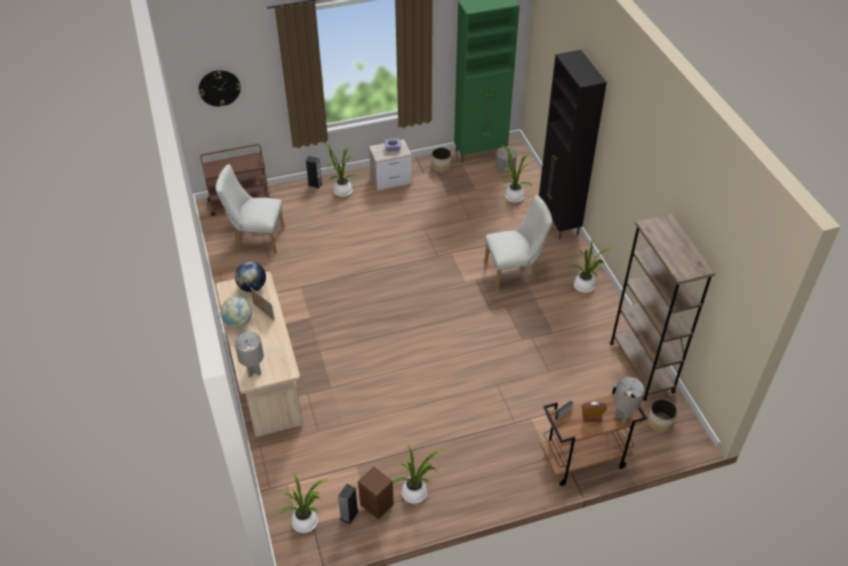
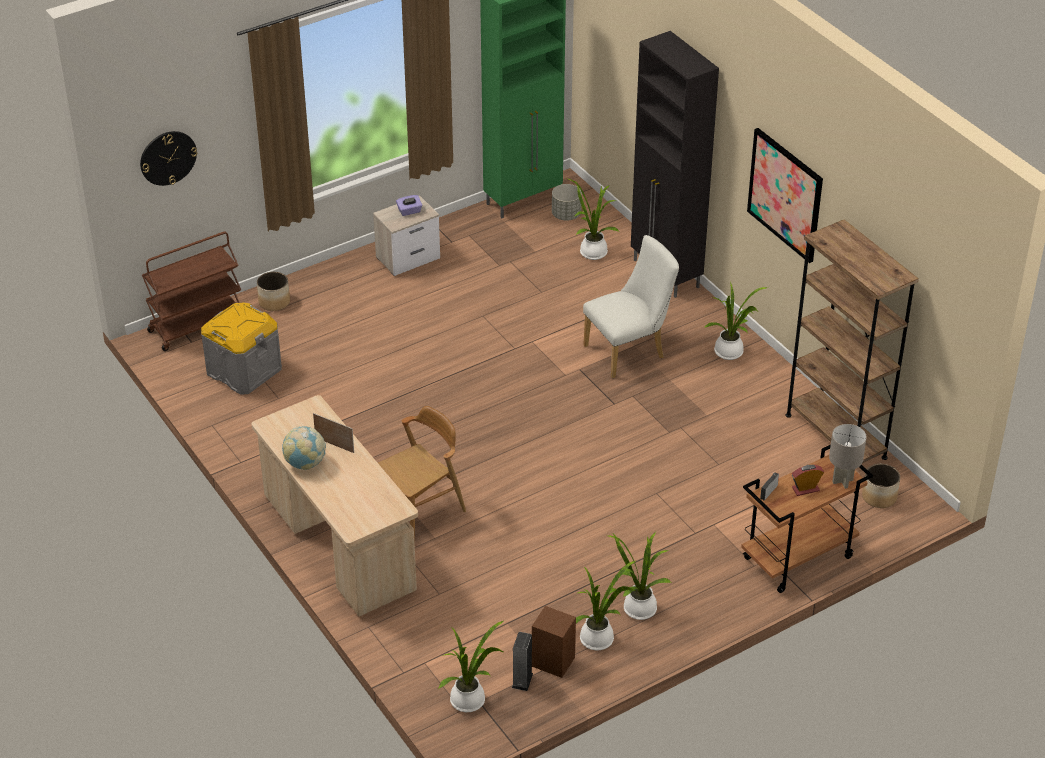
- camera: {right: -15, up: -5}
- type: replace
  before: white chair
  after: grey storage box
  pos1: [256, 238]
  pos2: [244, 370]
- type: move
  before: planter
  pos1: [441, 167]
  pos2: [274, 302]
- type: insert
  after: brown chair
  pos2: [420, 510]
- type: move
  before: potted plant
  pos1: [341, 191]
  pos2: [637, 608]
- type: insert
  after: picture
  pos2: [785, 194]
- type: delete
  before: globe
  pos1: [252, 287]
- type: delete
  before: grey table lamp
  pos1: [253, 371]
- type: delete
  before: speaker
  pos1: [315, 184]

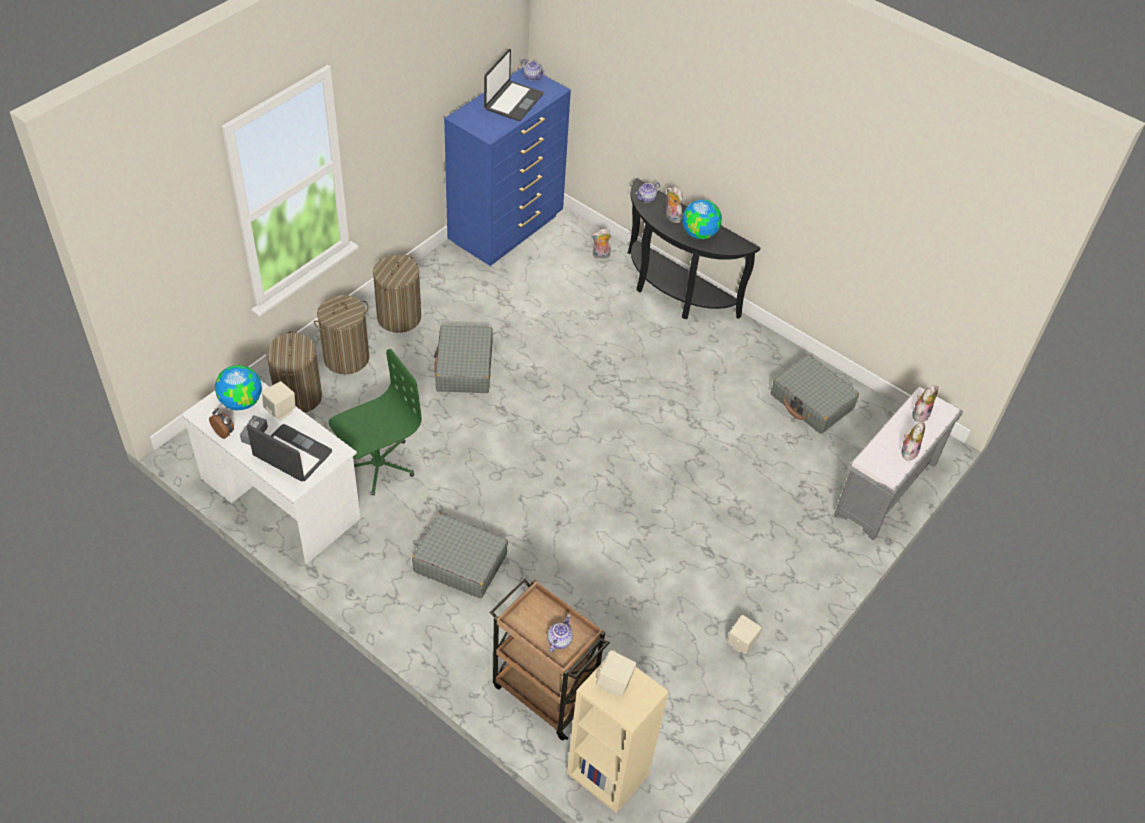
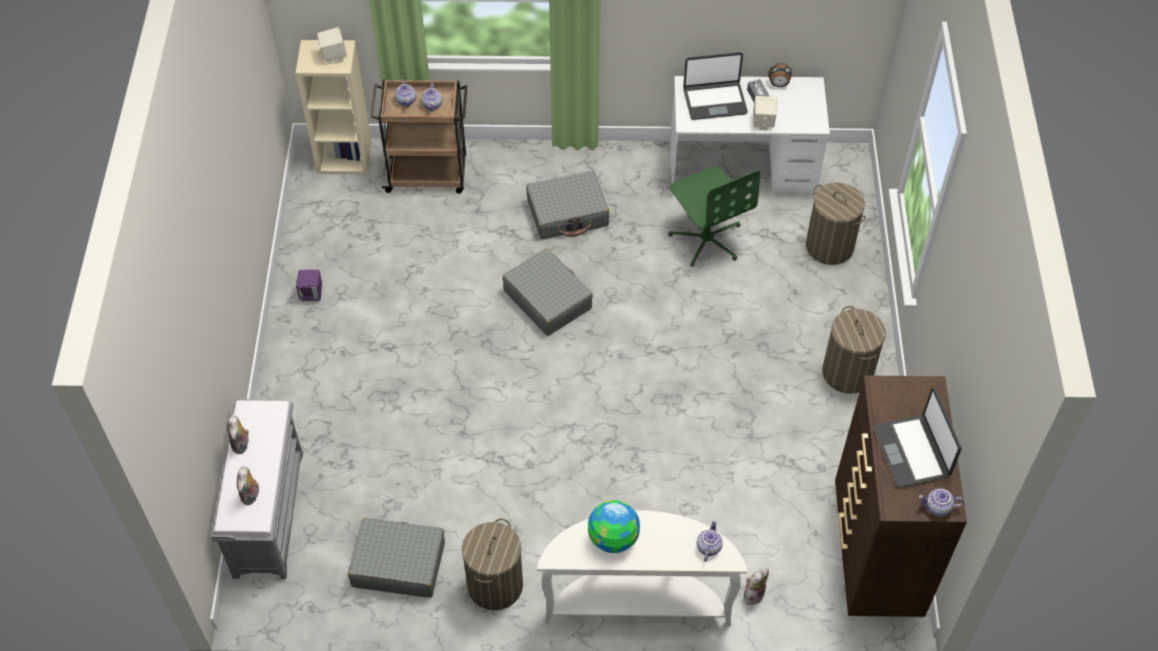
- camera: {right: 145, up: 5}
- type: recolor
  before: beige speaker
  after: purple speaker
  pos1: [741, 643]
  pos2: [311, 294]
- type: insert
  after: teapot
  pos2: [433, 105]
- type: move
  before: laundry basket
  pos1: [346, 358]
  pos2: [495, 585]
- type: move
  before: grey suitcase
  pos1: [464, 367]
  pos2: [547, 299]
- type: recolor
  before: black console table
  after: white console table
  pos1: [673, 293]
  pos2: [637, 601]
- type: rotate
  before: green office chair
  pos1: [377, 464]
  pos2: [707, 239]
  turn: -45
- type: recolor
  before: blue dresser
  after: brown dresser
  pos1: [507, 230]
  pos2: [875, 552]
- type: delete
  before: globe
  pos1: [241, 402]
- type: delete
  before: plush toy
  pos1: [671, 217]

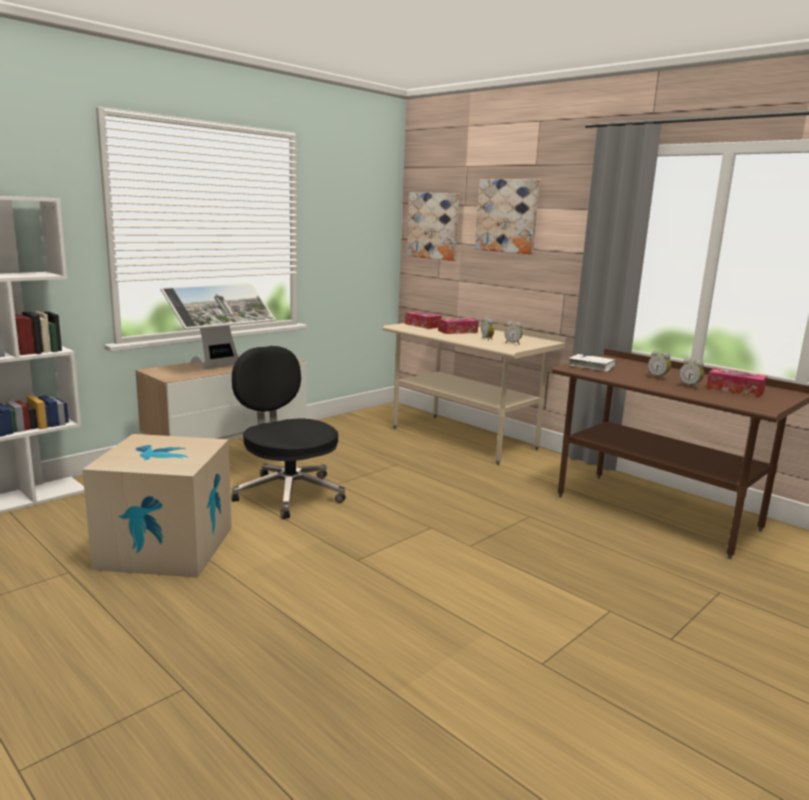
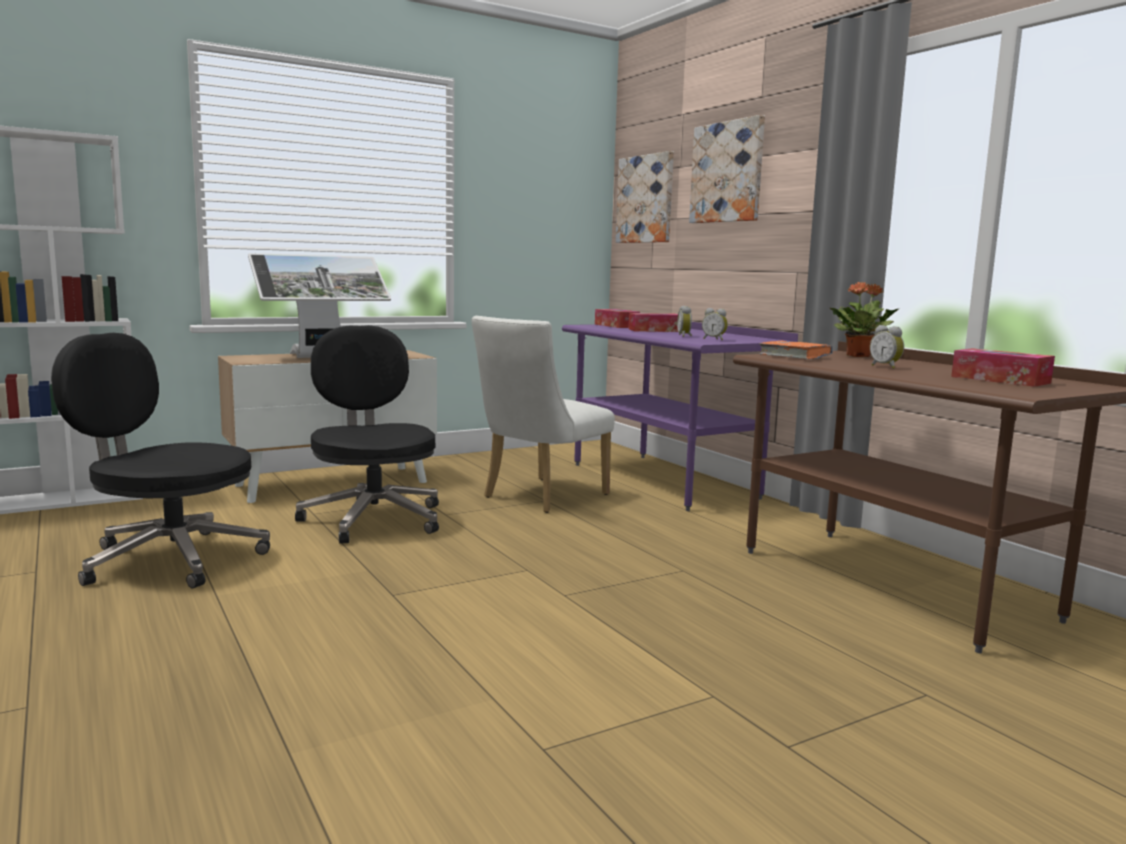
- camera: {right: 15, up: -5}
- type: replace
  before: cardboard box
  after: black office chair
  pos1: [166, 548]
  pos2: [170, 559]
- type: insert
  after: white chair
  pos2: [539, 497]
- type: recolor
  before: beige desk
  after: purple desk
  pos1: [463, 438]
  pos2: [663, 481]
- type: recolor
  before: white book
  after: orange book
  pos1: [591, 367]
  pos2: [794, 356]
- type: insert
  after: potted plant
  pos2: [858, 356]
- type: delete
  before: alarm clock
  pos1: [690, 386]

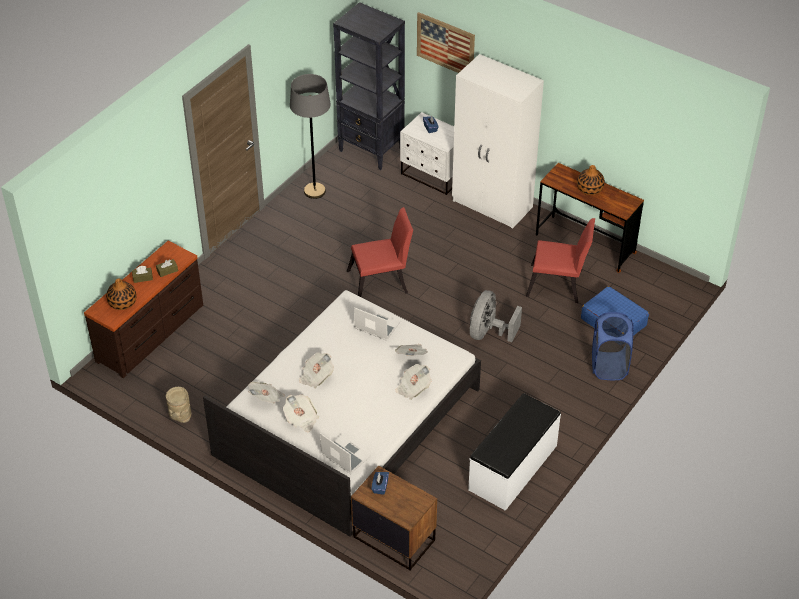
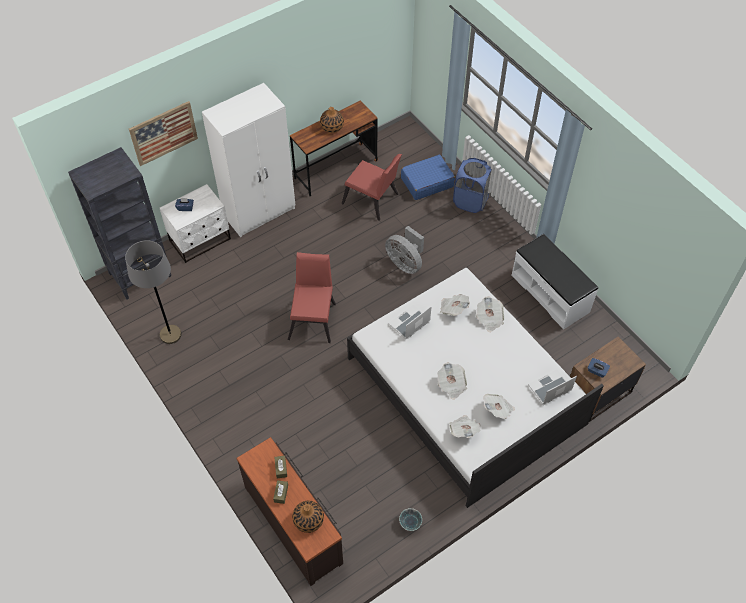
- camera: {right: -70, up: 10}
- type: rotate
  before: red chair
  pos1: [558, 285]
  pos2: [373, 201]
  turn: 90
- type: replace
  before: beige vase
  after: bowl
  pos1: [180, 415]
  pos2: [410, 523]

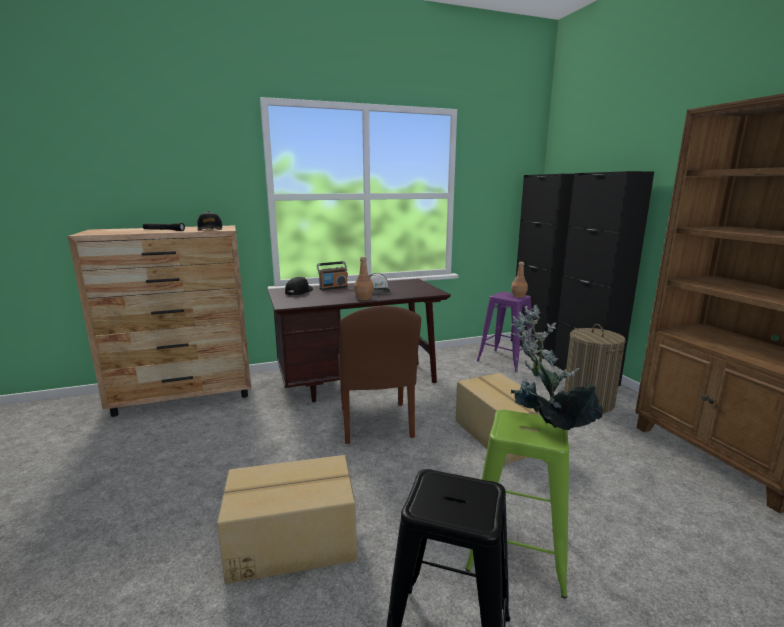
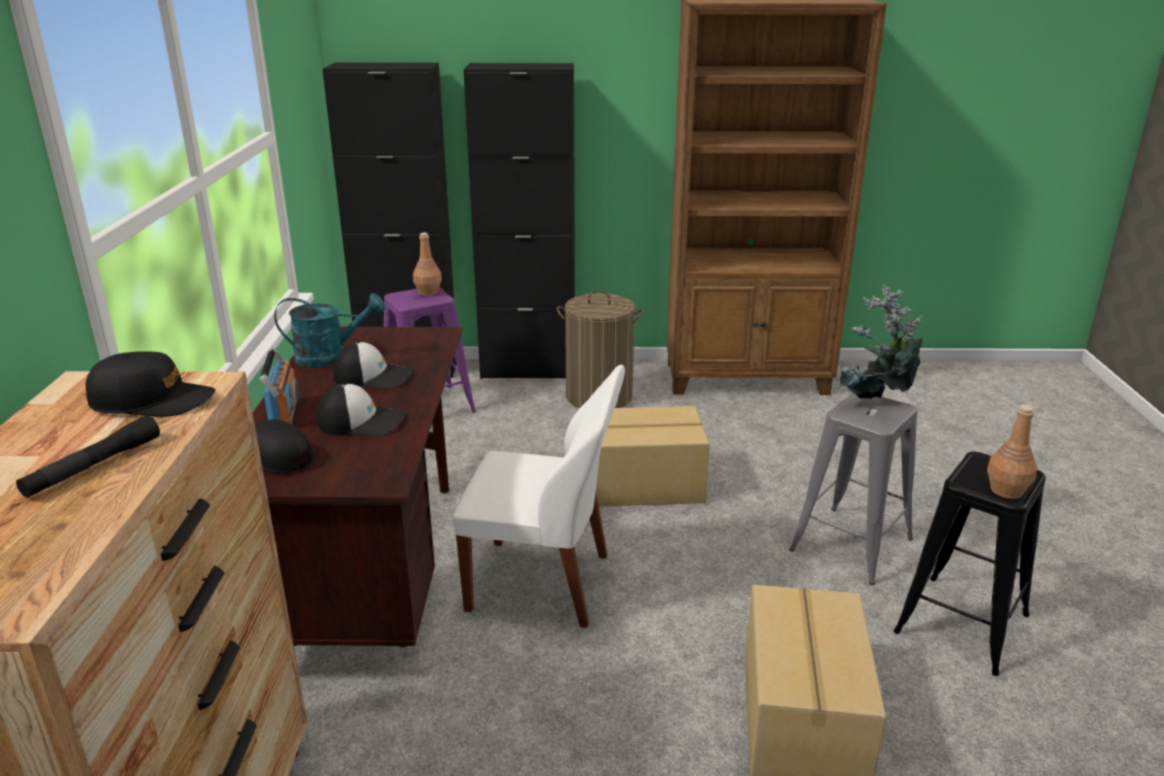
- camera: {right: -70, up: 10}
- type: insert
  after: turquoise watering can
  pos2: [330, 357]
- type: insert
  after: cap
  pos2: [361, 421]
- type: recolor
  before: brown chair
  after: white chair
  pos1: [376, 424]
  pos2: [543, 583]
- type: recolor
  before: green stool
  after: grey stool
  pos1: [518, 552]
  pos2: [852, 544]
- type: move
  before: brown bottle
  pos1: [363, 298]
  pos2: [1006, 491]

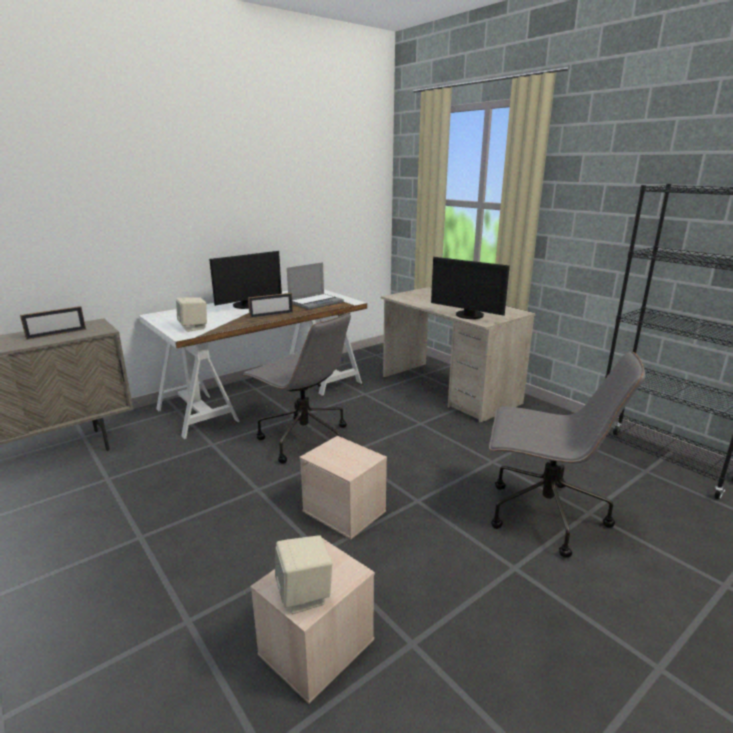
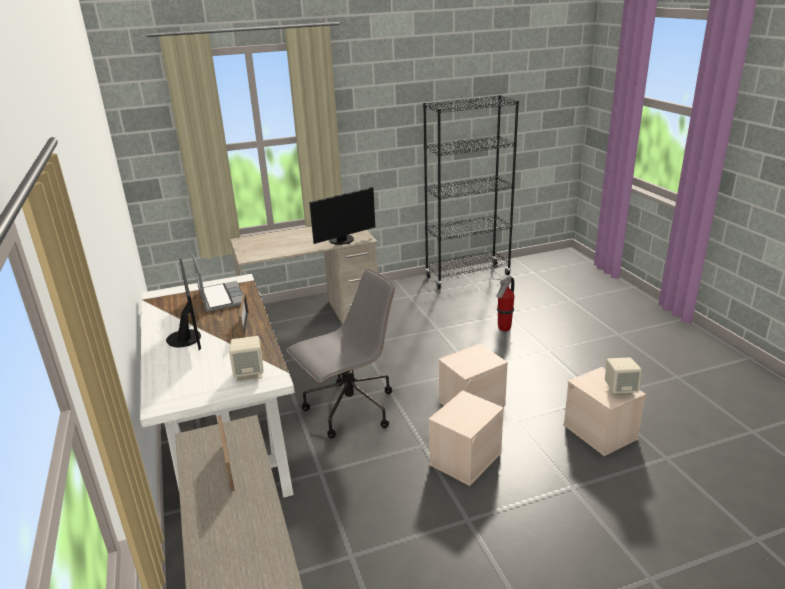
- camera: {right: -70, up: 5}
- type: insert
  after: beige storage box
  pos2: [465, 458]
- type: replace
  before: grey office chair
  after: fire extinguisher
  pos1: [542, 515]
  pos2: [504, 328]

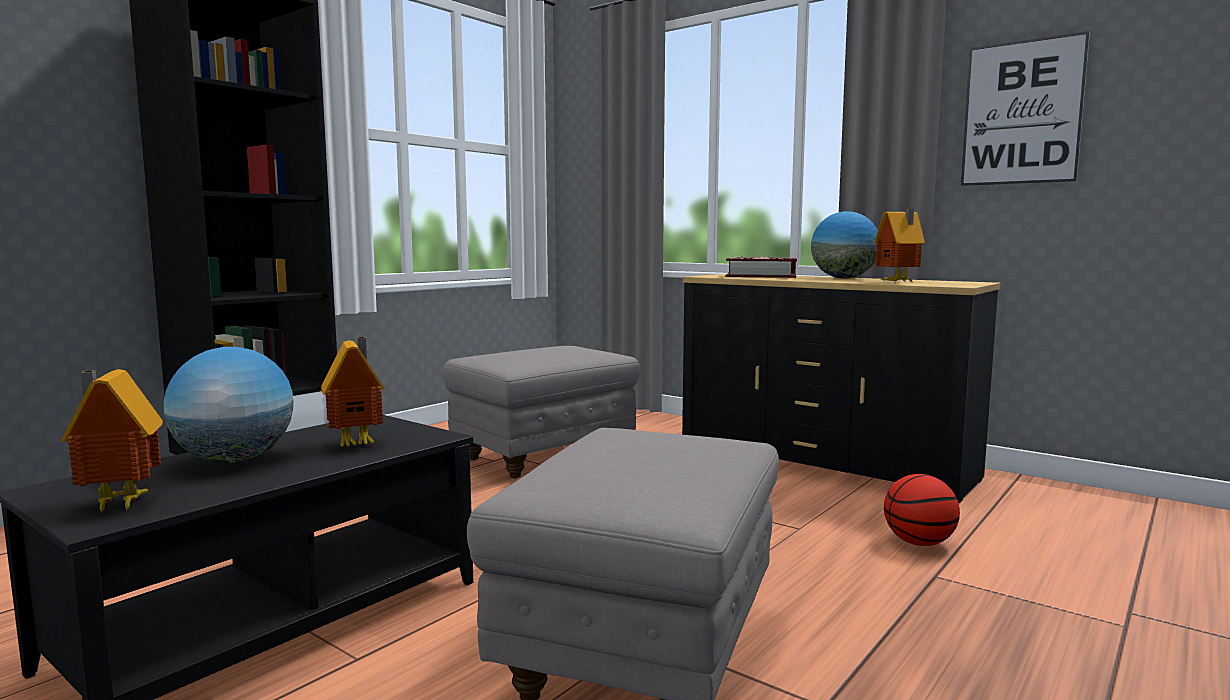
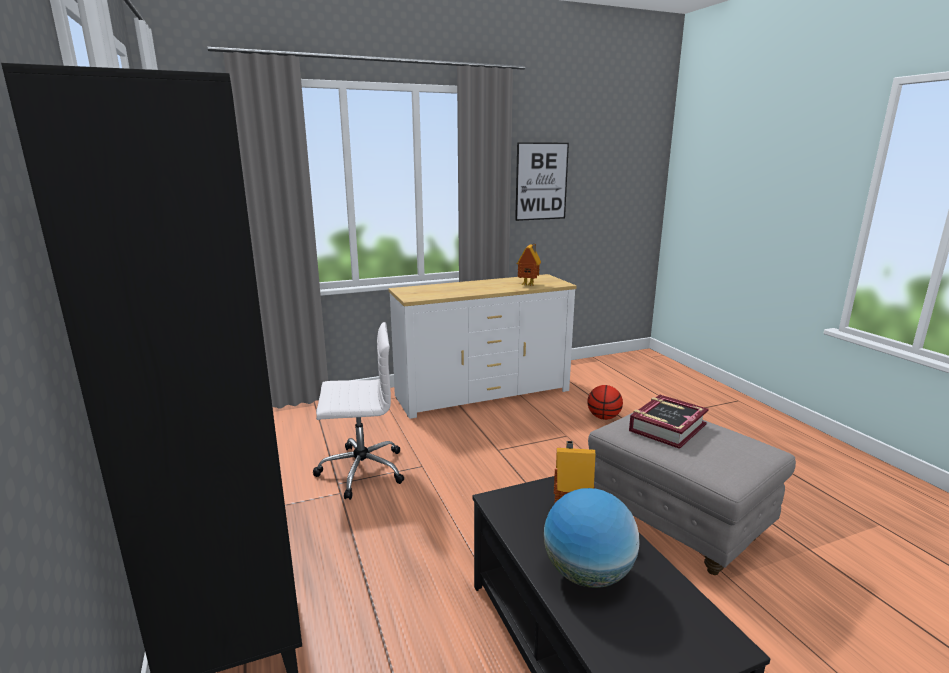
- camera: {right: -60, up: 10}
- type: replace
  before: grey ottoman
  after: white office chair
  pos1: [543, 457]
  pos2: [360, 470]
- type: recolor
  before: black dresser
  after: white dresser
  pos1: [823, 462]
  pos2: [482, 393]
- type: move
  before: book
  pos1: [761, 276]
  pos2: [667, 427]
- type: delete
  before: toy house
  pos1: [117, 504]
- type: delete
  before: globe
  pos1: [843, 278]

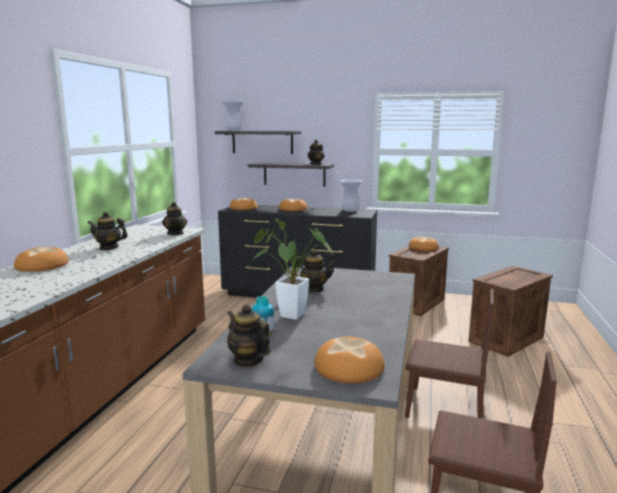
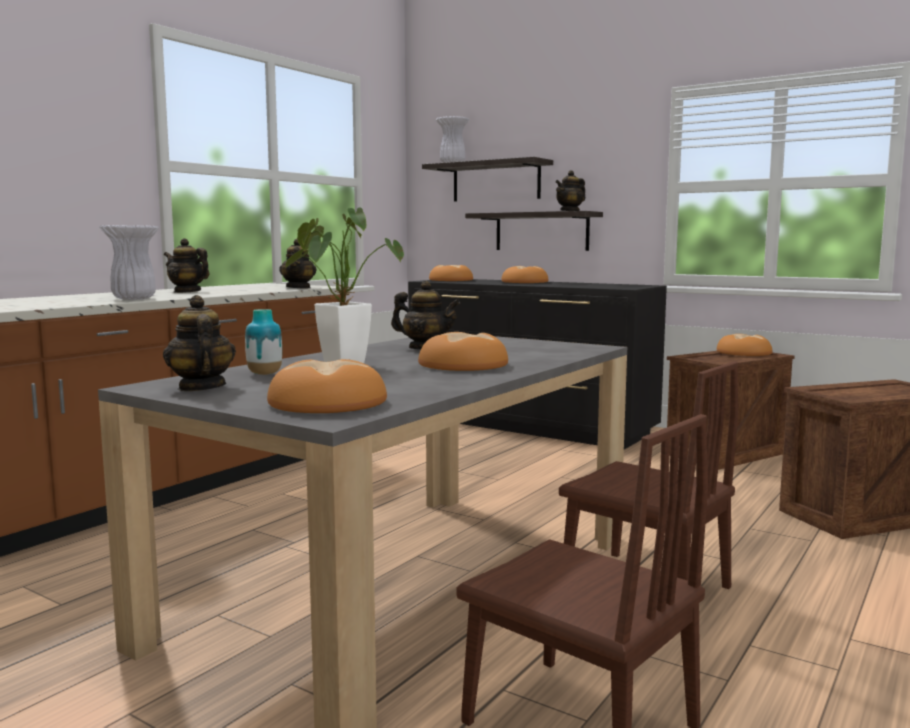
- camera: {right: 20, up: -5}
- type: move
  before: white vase
  pos1: [350, 211]
  pos2: [133, 298]
- type: move
  before: bread
  pos1: [41, 265]
  pos2: [462, 365]

